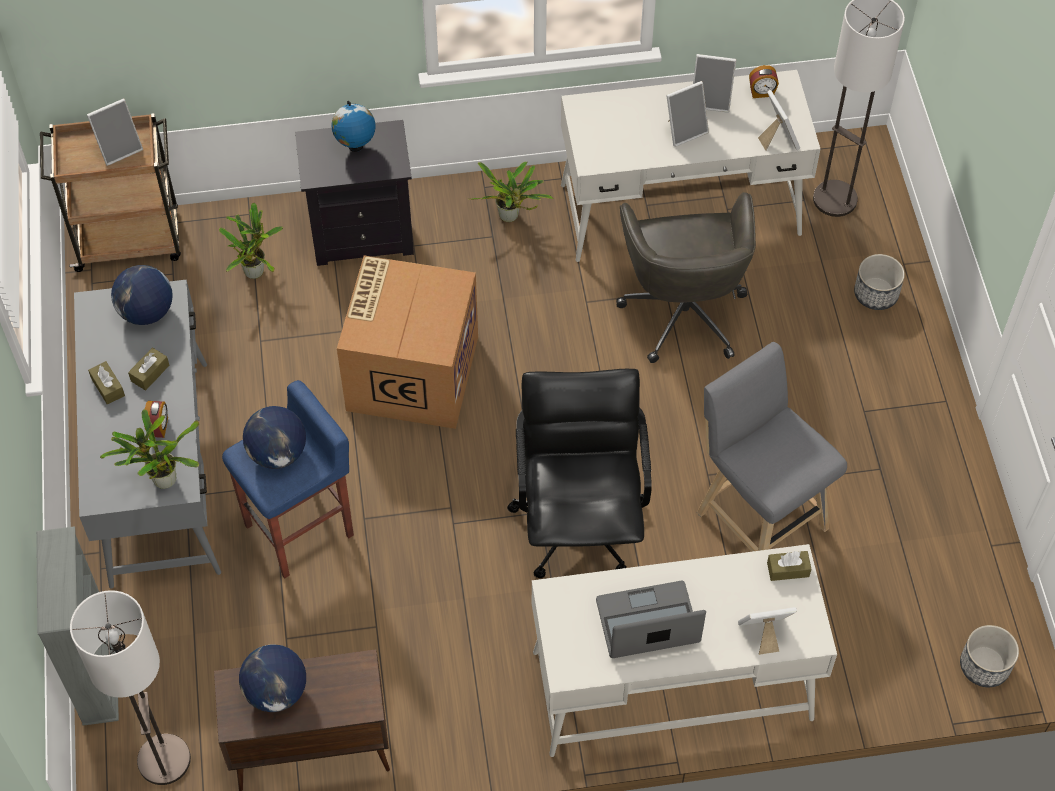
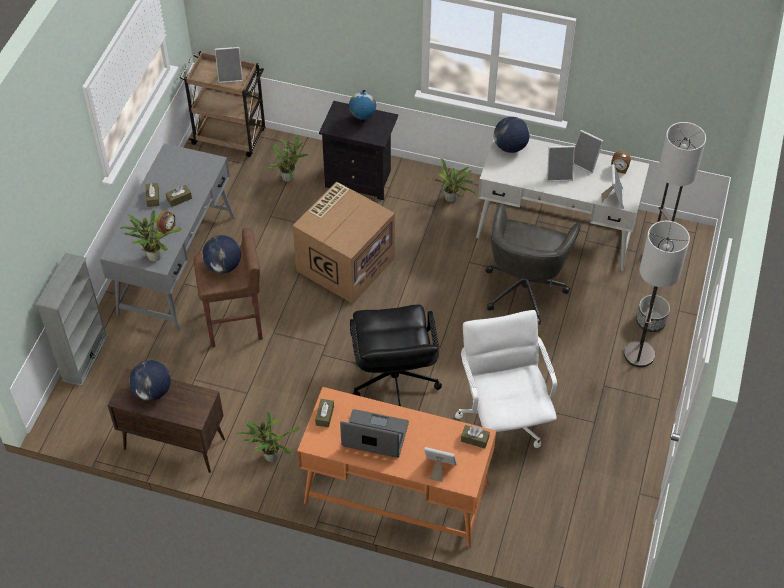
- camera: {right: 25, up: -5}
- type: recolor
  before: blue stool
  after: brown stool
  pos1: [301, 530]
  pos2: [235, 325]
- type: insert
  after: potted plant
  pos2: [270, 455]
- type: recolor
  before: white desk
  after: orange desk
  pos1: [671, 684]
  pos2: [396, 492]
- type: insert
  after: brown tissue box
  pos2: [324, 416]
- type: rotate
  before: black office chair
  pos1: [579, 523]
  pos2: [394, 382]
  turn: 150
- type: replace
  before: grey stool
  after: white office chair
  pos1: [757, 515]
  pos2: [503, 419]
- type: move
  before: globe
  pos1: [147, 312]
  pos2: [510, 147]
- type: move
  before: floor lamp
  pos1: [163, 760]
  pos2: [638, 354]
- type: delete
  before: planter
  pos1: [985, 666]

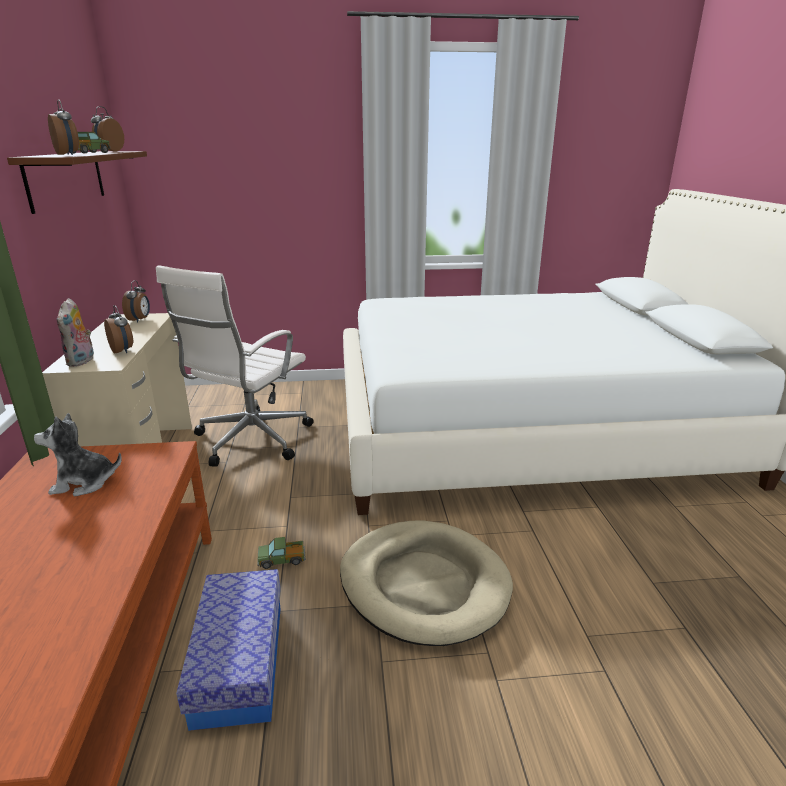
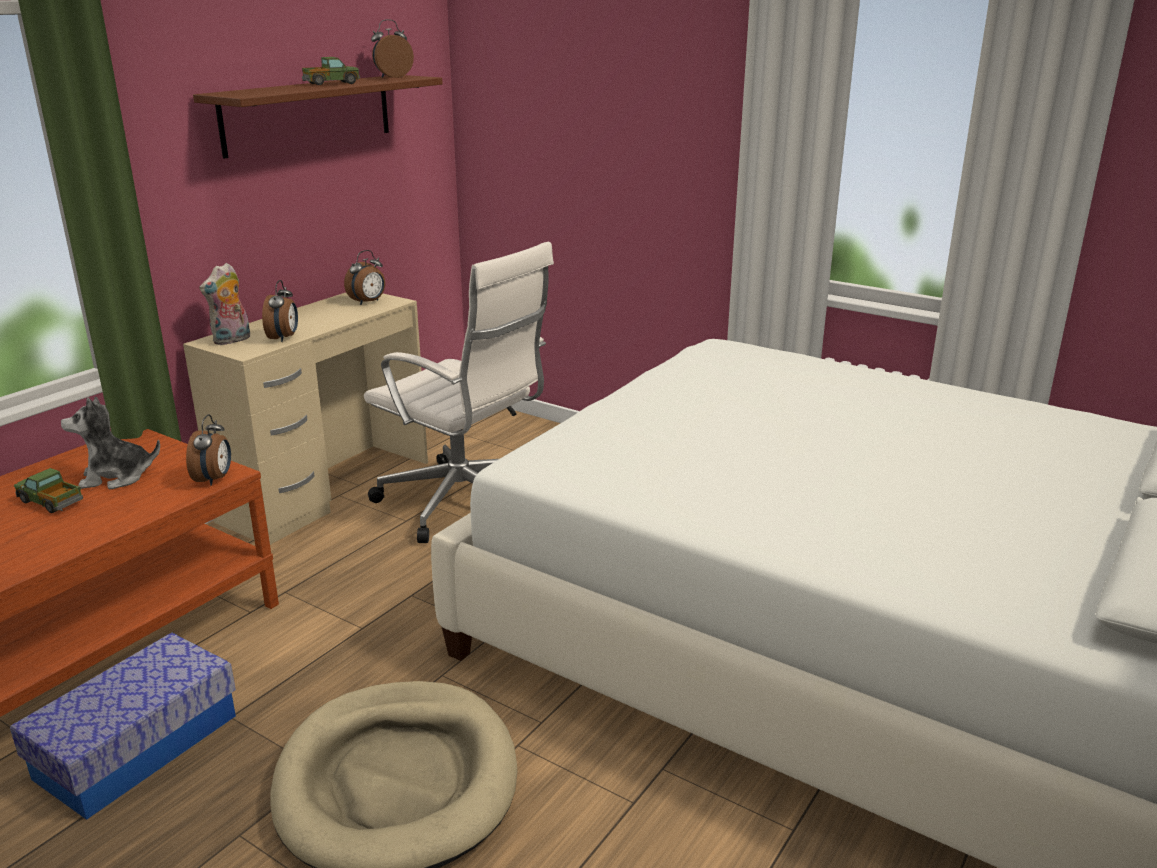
- camera: {right: 40, up: 0}
- type: move
  before: toy truck
  pos1: [282, 560]
  pos2: [51, 502]
- type: rotate
  before: plush toy
  pos1: [84, 483]
  pos2: [116, 477]
  turn: -45
- type: move
  before: alarm clock
  pos1: [68, 154]
  pos2: [214, 479]
- type: rotate
  before: white office chair
  pos1: [250, 440]
  pos2: [465, 503]
  turn: -120

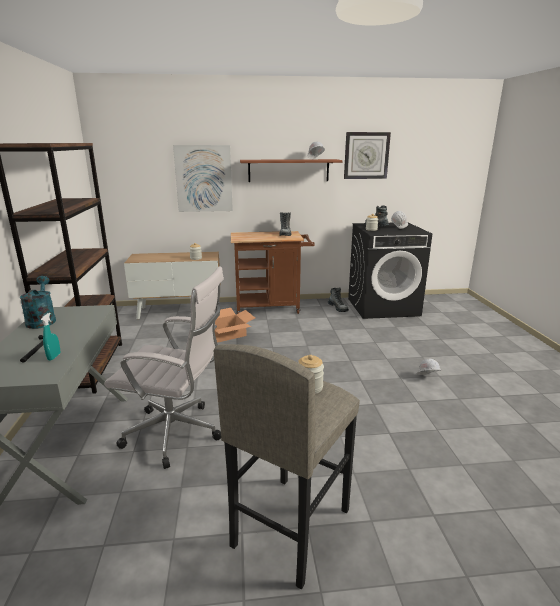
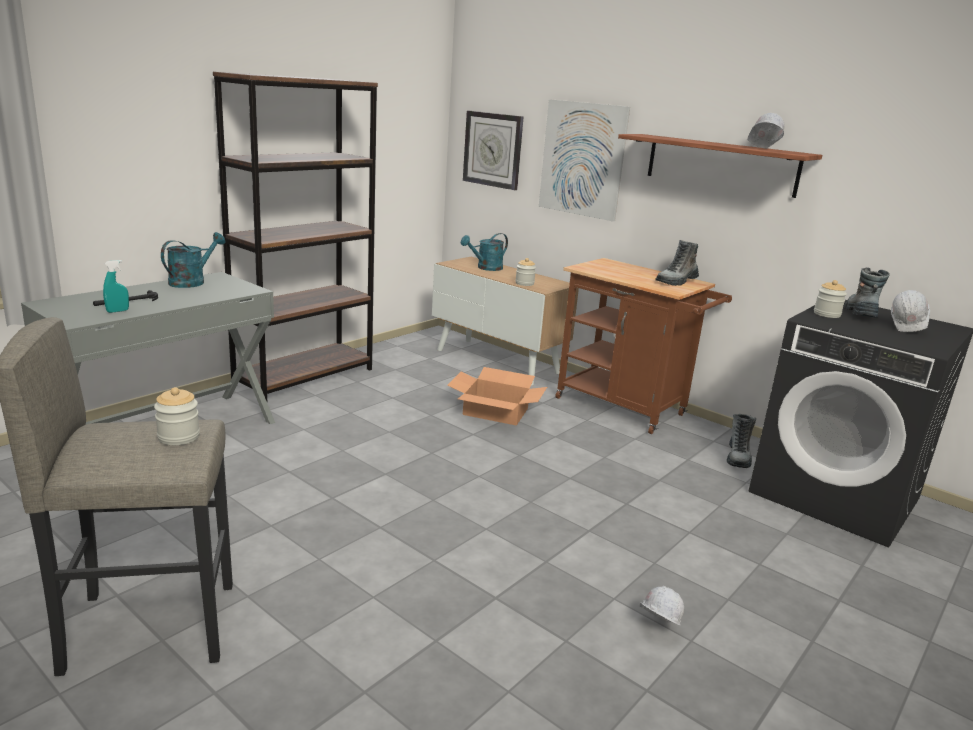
- camera: {right: 45, up: 0}
- type: insert
  after: turquoise watering can
  pos2: [486, 268]
- type: move
  before: wall clock
  pos1: [366, 155]
  pos2: [493, 149]
- type: delete
  before: white office chair
  pos1: [177, 434]

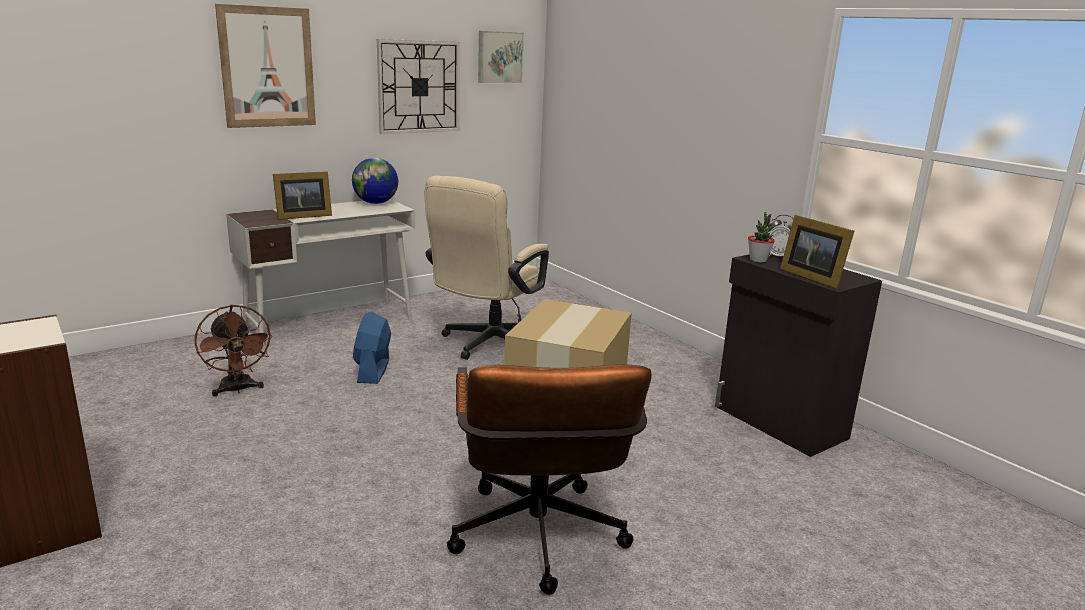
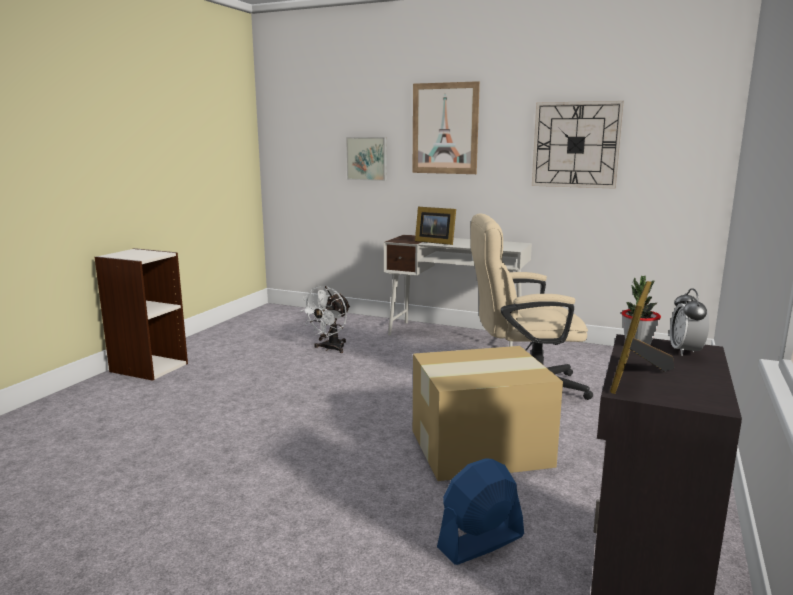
- camera: {right: 60, up: -5}
- type: recolor
  before: brown fan
  after: white fan
  pos1: [237, 390]
  pos2: [330, 349]
- type: move
  before: picture
  pos1: [499, 57]
  pos2: [367, 158]
- type: move
  before: blue fan
  pos1: [373, 371]
  pos2: [480, 542]
- type: delete
  before: globe
  pos1: [376, 203]
- type: delete
  before: brown office chair
  pos1: [538, 544]

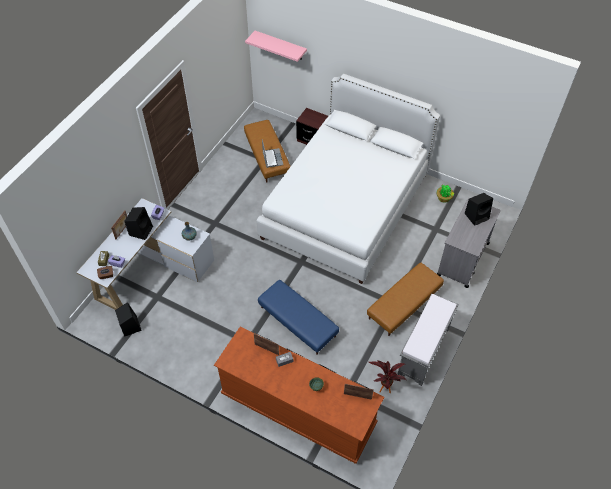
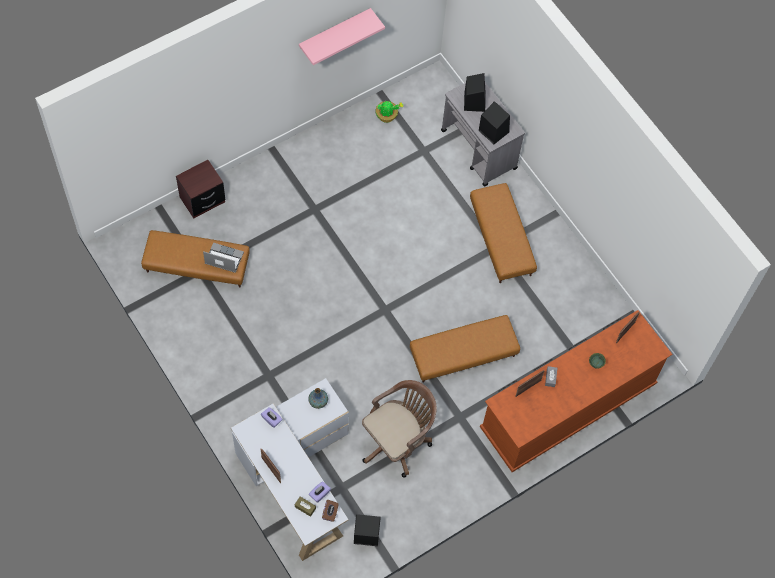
- camera: {right: -65, up: 10}
- type: move
  before: pink shelf
  pos1: [280, 45]
  pos2: [334, 32]
- type: insert
  after: brown office chair
  pos2: [397, 441]
- type: recolor
  before: blue ottoman
  after: brown ottoman
  pos1: [297, 322]
  pos2: [463, 355]
- type: move
  before: black speaker
  pos1: [141, 230]
  pos2: [493, 131]
- type: delete
  before: white bed
  pos1: [345, 206]
- type: delete
  before: potted plant
  pos1: [384, 386]
- type: delete
  before: grey bench
  pos1: [423, 352]

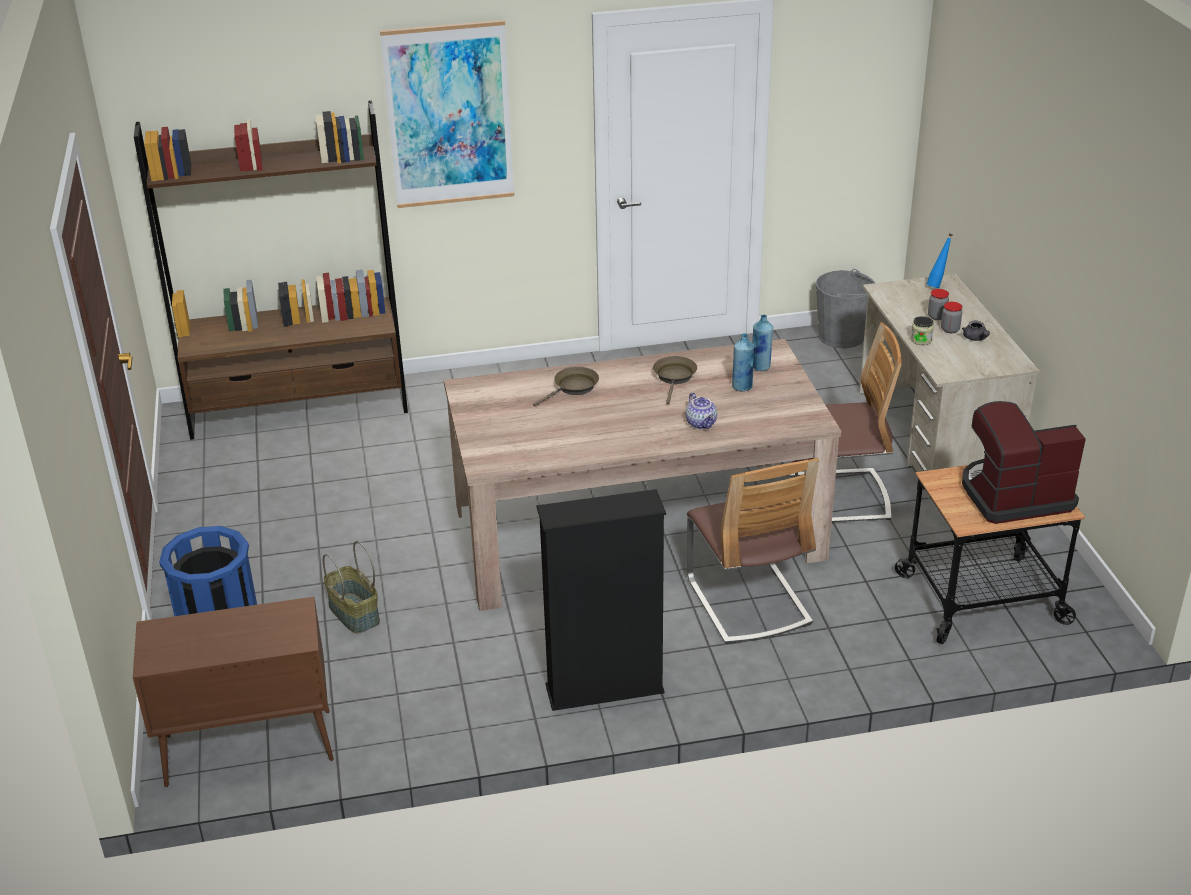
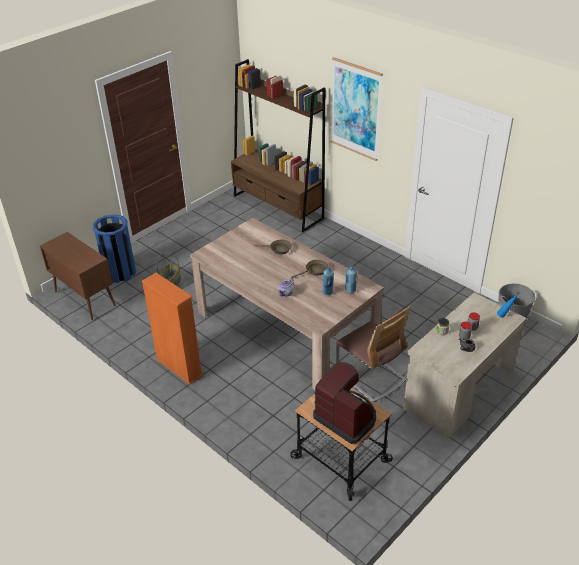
- camera: {right: 55, up: 5}
- type: recolor
  before: black bookcase
  after: orange bookcase
  pos1: [604, 689]
  pos2: [179, 367]
- type: delete
  before: chair
  pos1: [748, 601]

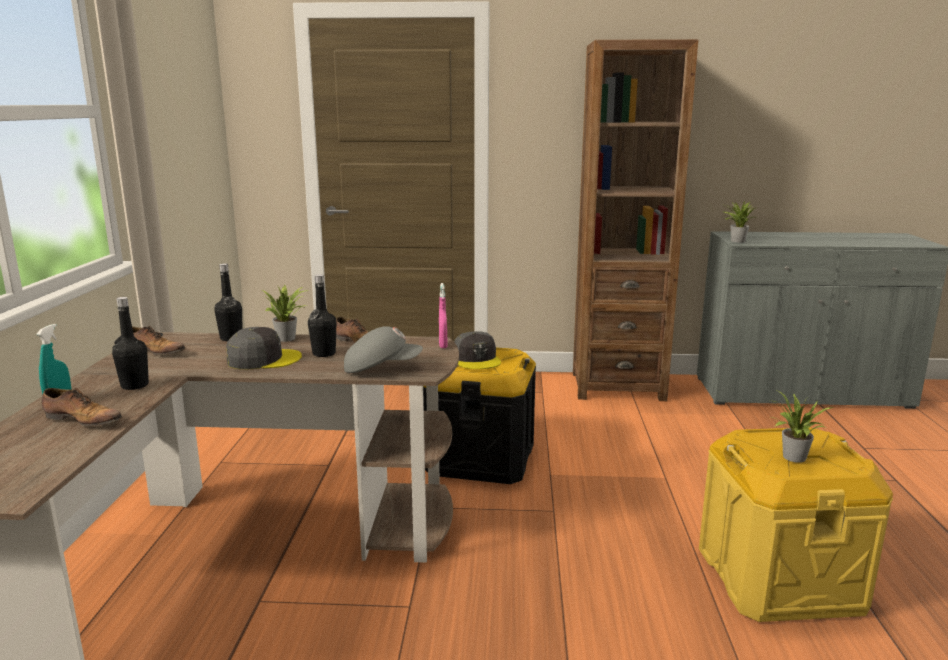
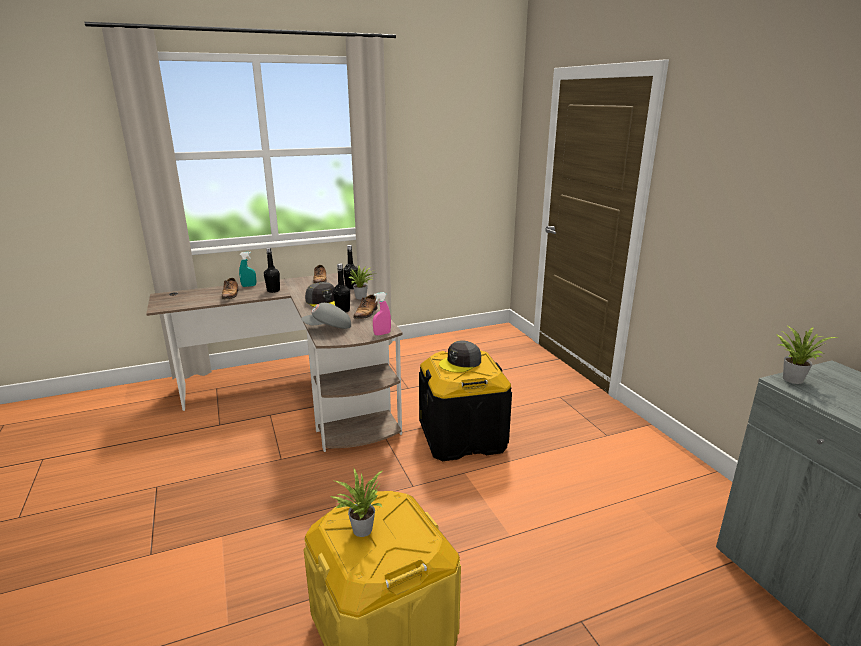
- camera: {right: 65, up: 5}
- type: rotate
  before: grey cap
  pos1: [381, 368]
  pos2: [328, 328]
  turn: 105
- type: delete
  before: brown bookcase
  pos1: [617, 386]

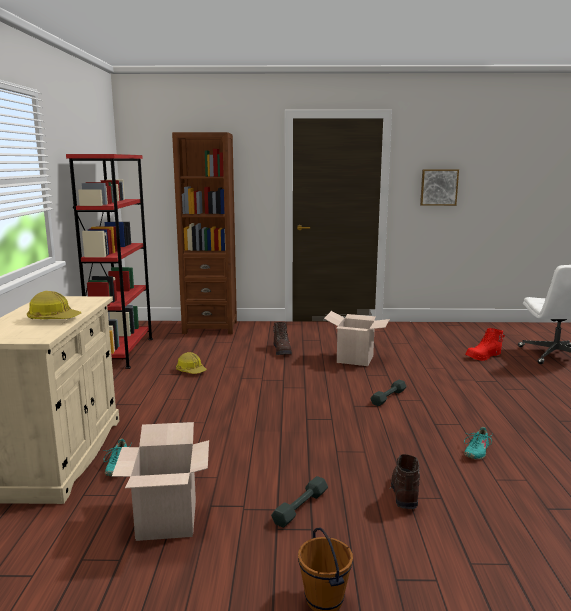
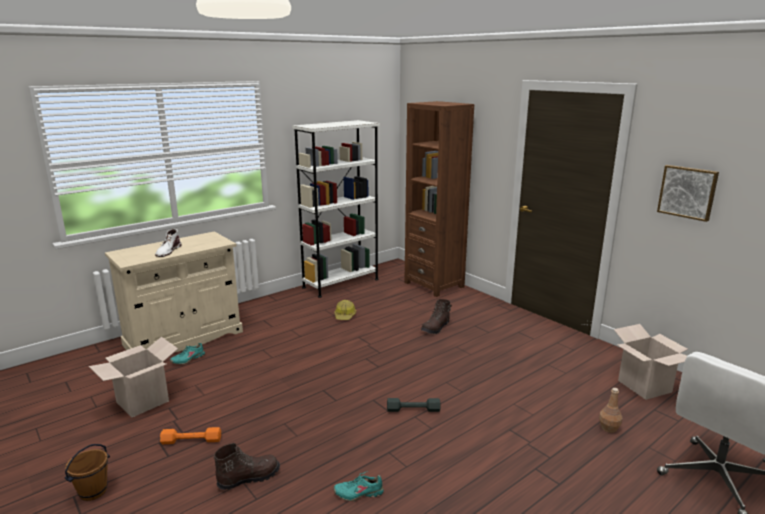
- camera: {right: 50, up: 5}
- type: replace
  before: hard hat
  after: white boot
  pos1: [53, 319]
  pos2: [168, 251]
- type: recolor
  before: grey dumbbell
  after: orange dumbbell
  pos1: [300, 507]
  pos2: [191, 440]
- type: recolor
  before: red bookcase
  after: white bookcase
  pos1: [122, 352]
  pos2: [341, 283]
- type: replace
  before: red boot
  after: brown bottle
  pos1: [483, 357]
  pos2: [609, 428]
- type: move
  before: cardboard box
  pos1: [355, 359]
  pos2: [644, 386]

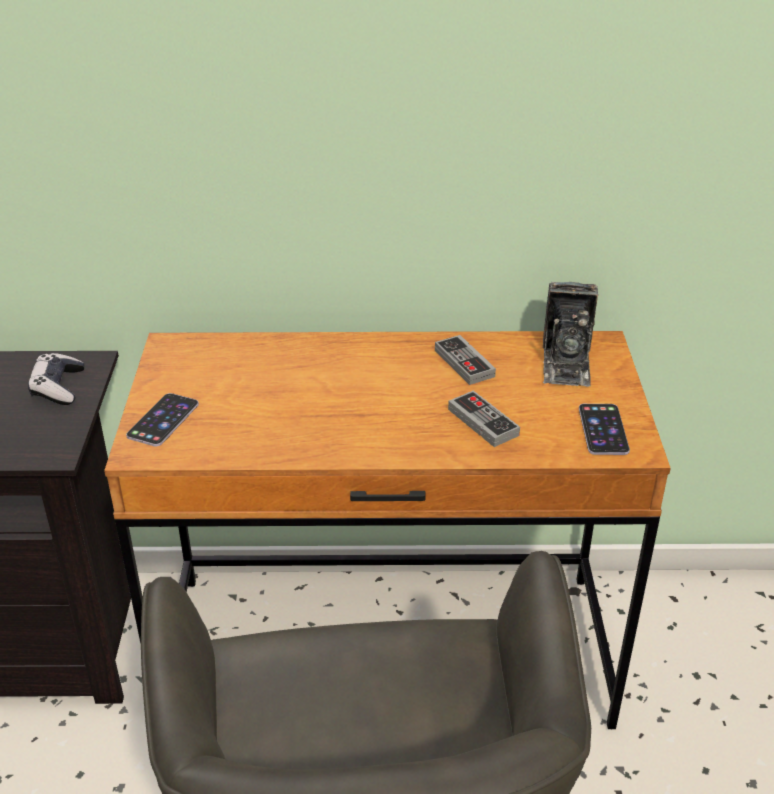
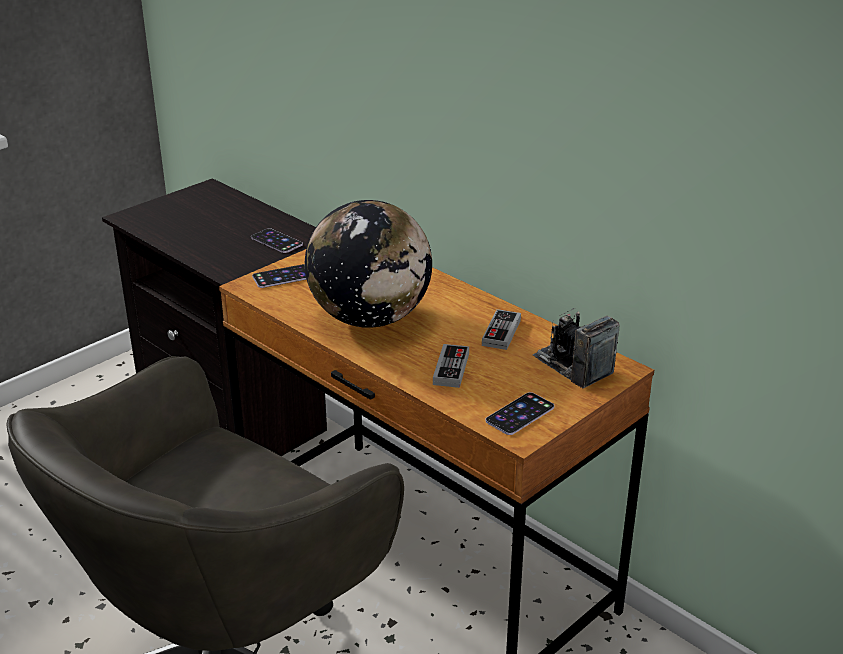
- camera: {right: 45, up: -5}
- type: replace
  before: game controller
  after: phone
  pos1: [58, 387]
  pos2: [276, 241]
- type: insert
  after: globe
  pos2: [370, 318]
- type: rotate
  before: photo camera
  pos1: [566, 361]
  pos2: [573, 366]
  turn: 90

